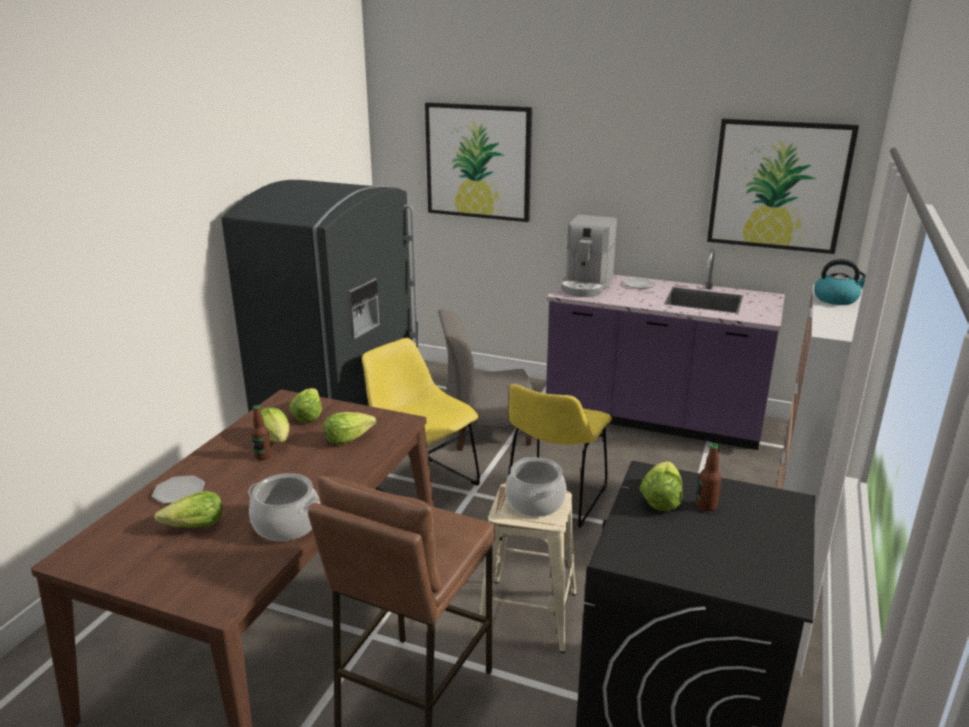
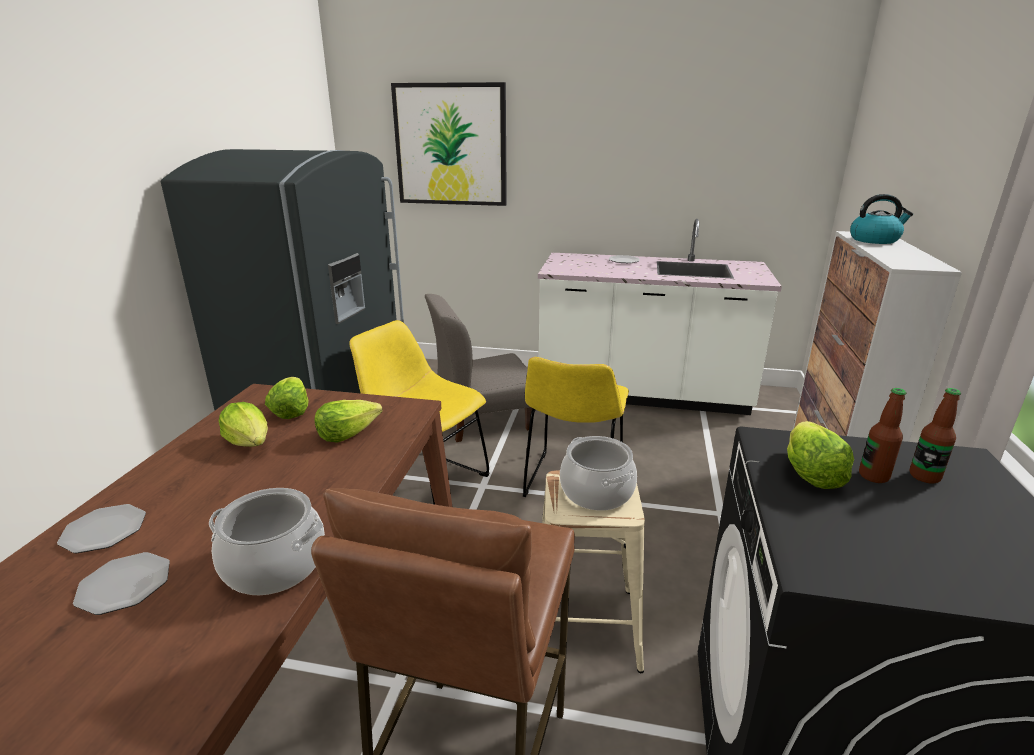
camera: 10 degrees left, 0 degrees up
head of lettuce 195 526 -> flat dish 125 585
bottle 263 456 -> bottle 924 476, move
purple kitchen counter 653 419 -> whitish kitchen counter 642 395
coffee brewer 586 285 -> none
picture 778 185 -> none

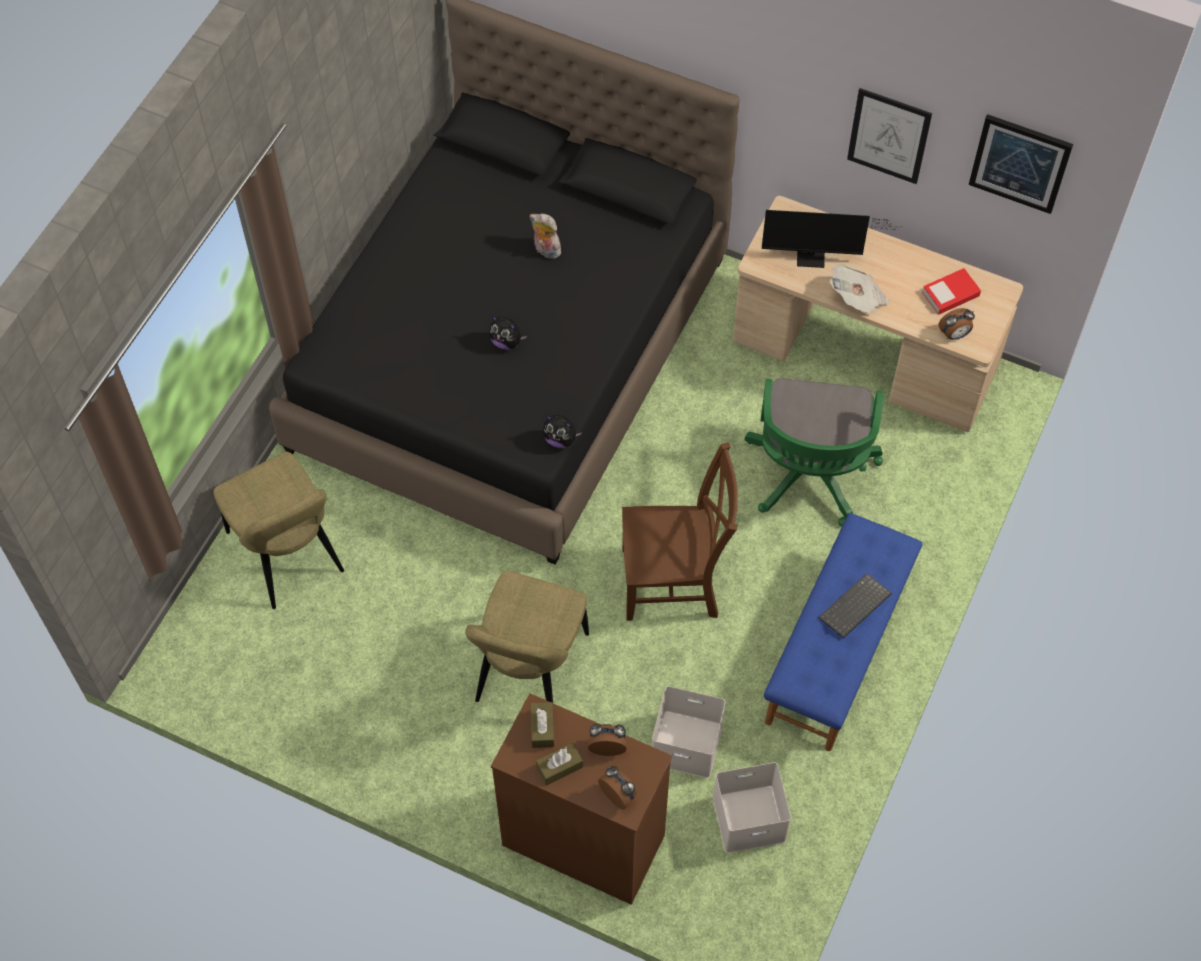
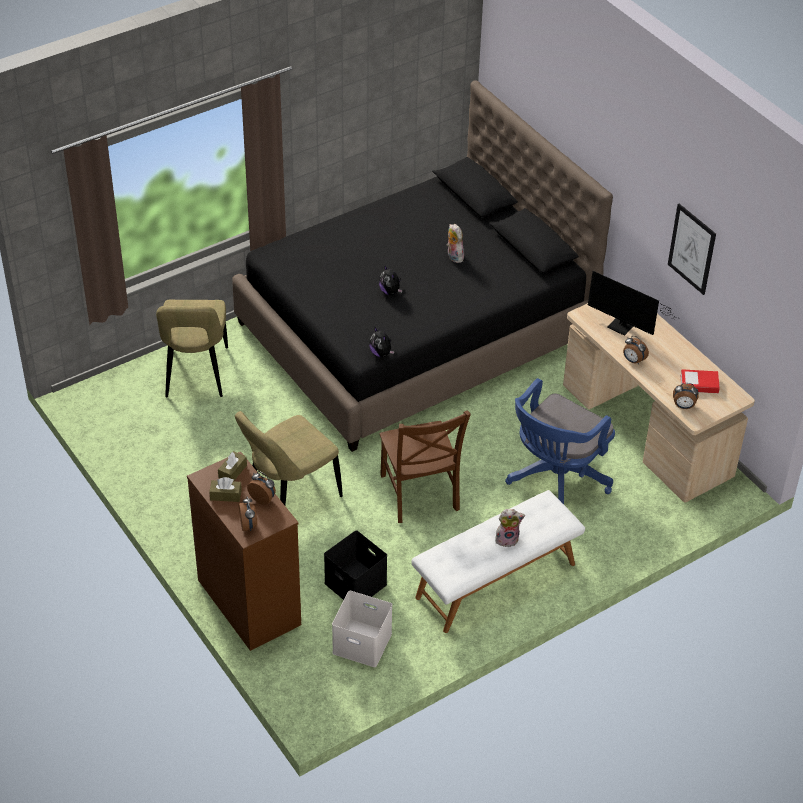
camera: 30 degrees right, 15 degrees down
brown-coloured plain chair 675 582 -> brown-coloured plain chair 419 495, 45 degrees clockwise
whitish storage box 685 745 -> blackish storage box 354 583
green desk chair 809 477 -> blue-coloured desk chair 555 480
blue-coloured indoor bench 838 650 -> whitish indoor bench 496 581
PC keyboard 855 608 -> cuddly toy 507 539
printed paper 857 299 -> alarm clock 633 361
picture 1020 163 -> none

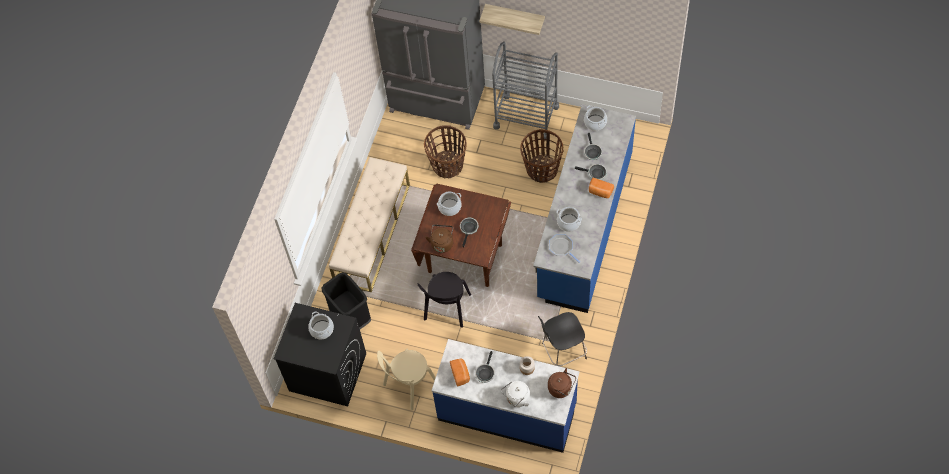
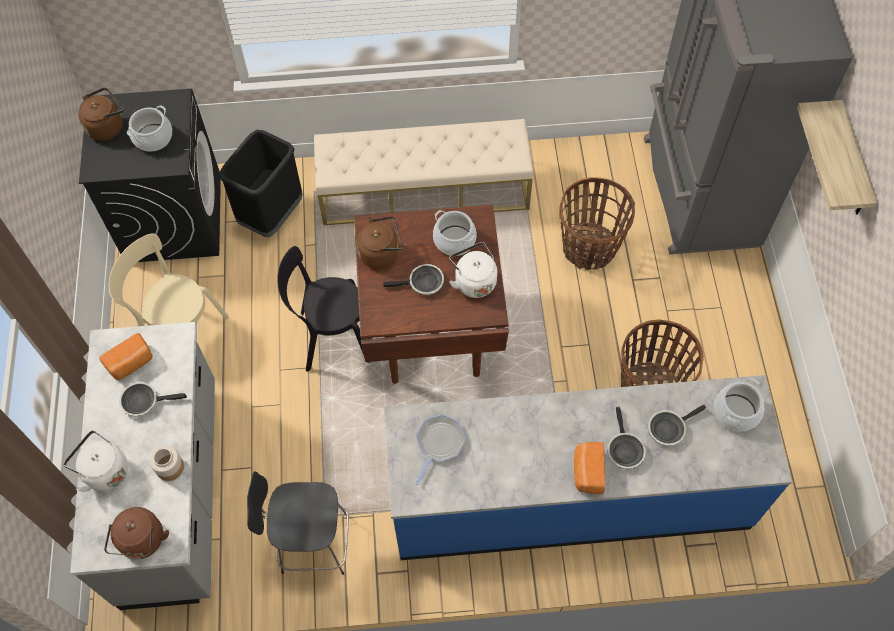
camera: 65 degrees right, 0 degrees up
blue-coloured kitchen counter 507 411 -> gray kitchen counter 174 492
gray cart 526 117 -> none
blackish plain chair 562 351 -> blackish plain chair 311 543, 45 degrees counterclockwise
stockpot 568 222 -> none
none -> brown-coloured water kettle 107 126
none -> whitish water kettle 473 281

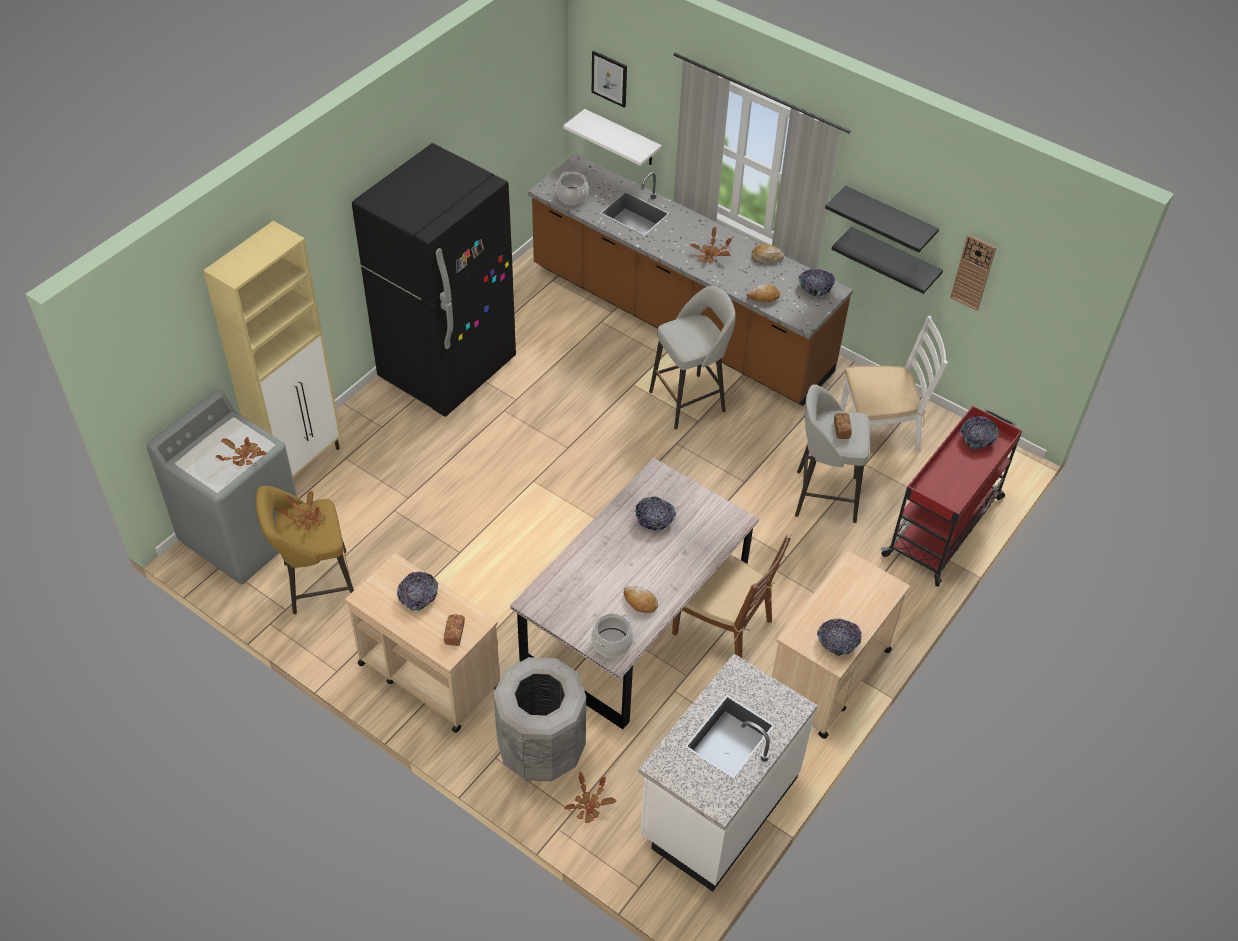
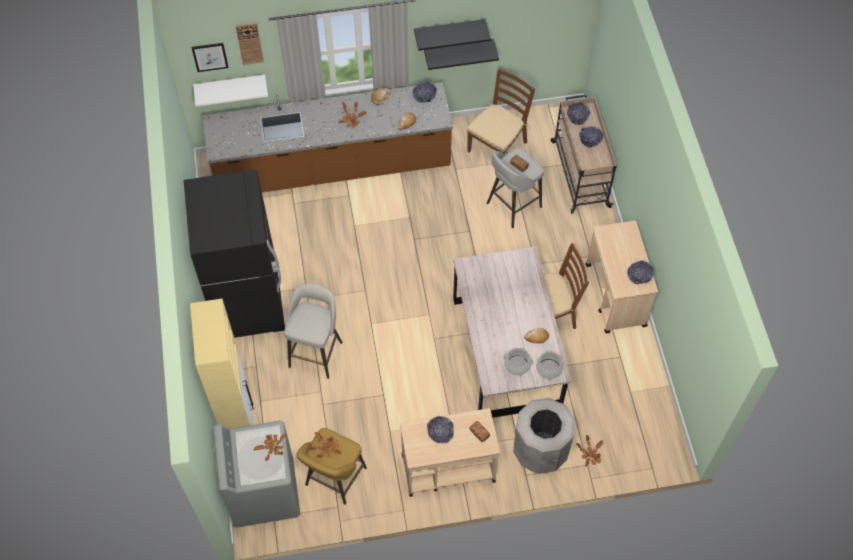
camera: 45 degrees left, 10 degrees up
stockpot 572 196 -> stockpot 517 365, move
deep dish 654 520 -> deep dish 590 140, move
whitish kitchen counter 717 807 -> none
gray stool seat 689 401 -> gray stool seat 316 353, move
whitish plain chair 880 430 -> brown-coloured plain chair 497 146
red-coloured cart 944 525 -> beige cart 579 173
wall clock 973 272 -> wall clock 249 43, move

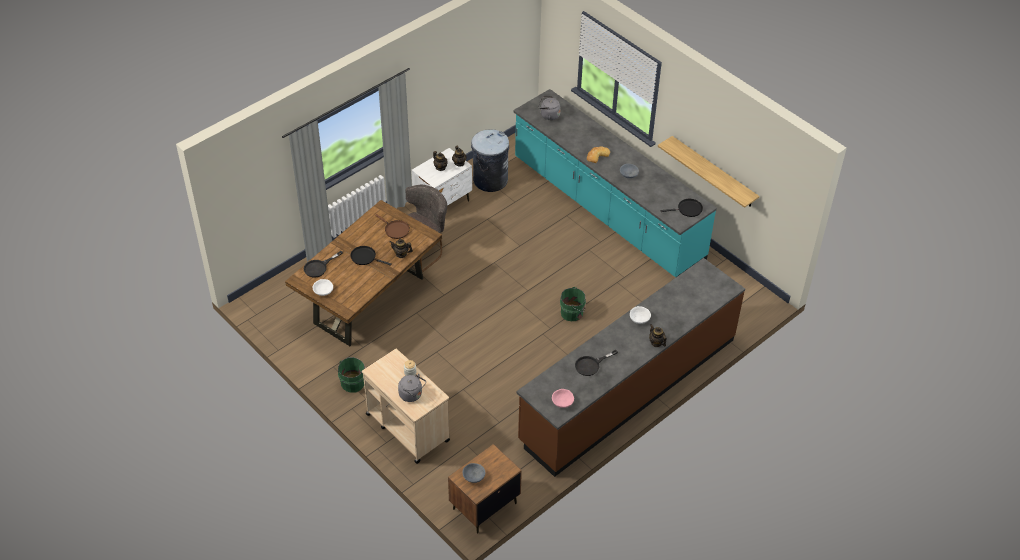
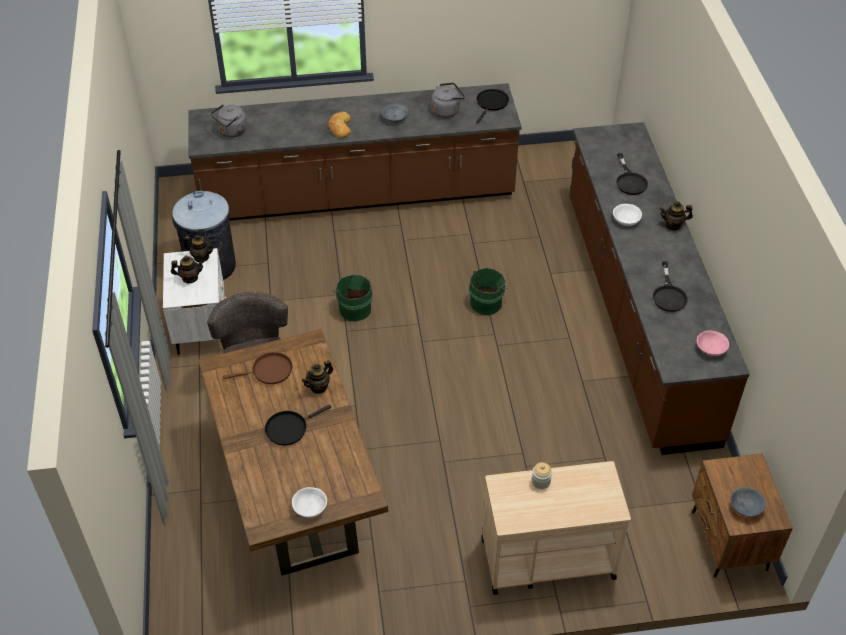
camera: 55 degrees left, 0 degrees up
blackish skillet 319 267 -> blackish skillet 630 181, move
green water bucket 353 382 -> green water bucket 354 308, move
gray water kettle 412 395 -> gray water kettle 447 110, move
blue-green kitchen counter 606 209 -> brown-coloured kitchen counter 358 195
wall shelf 713 172 -> none

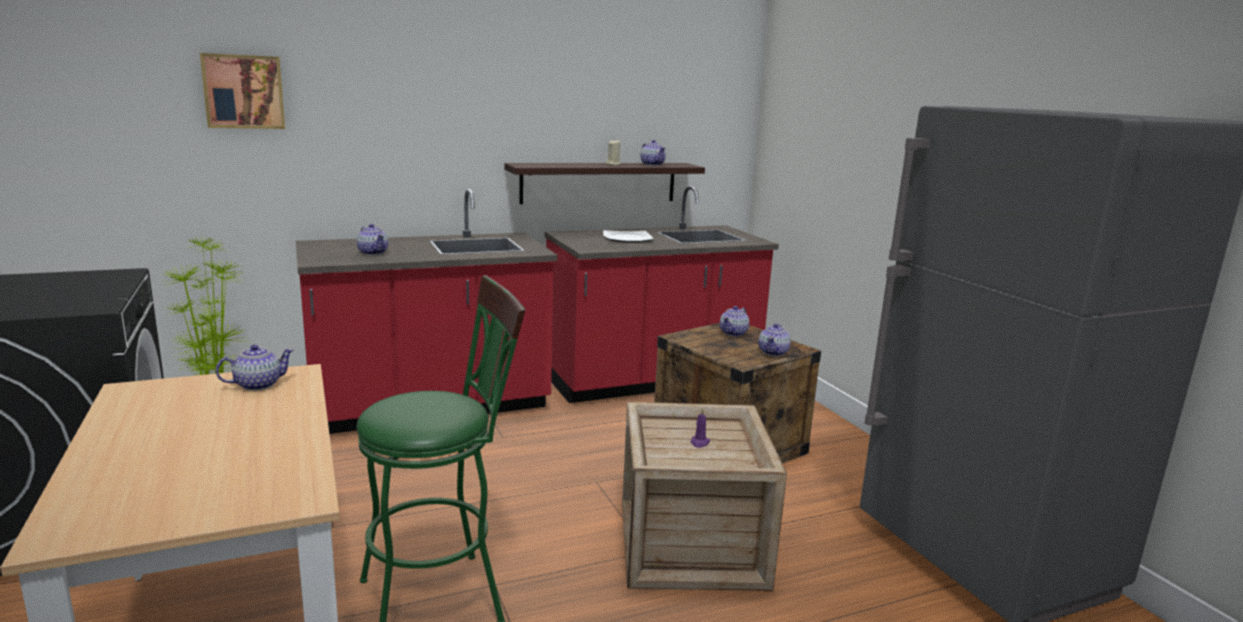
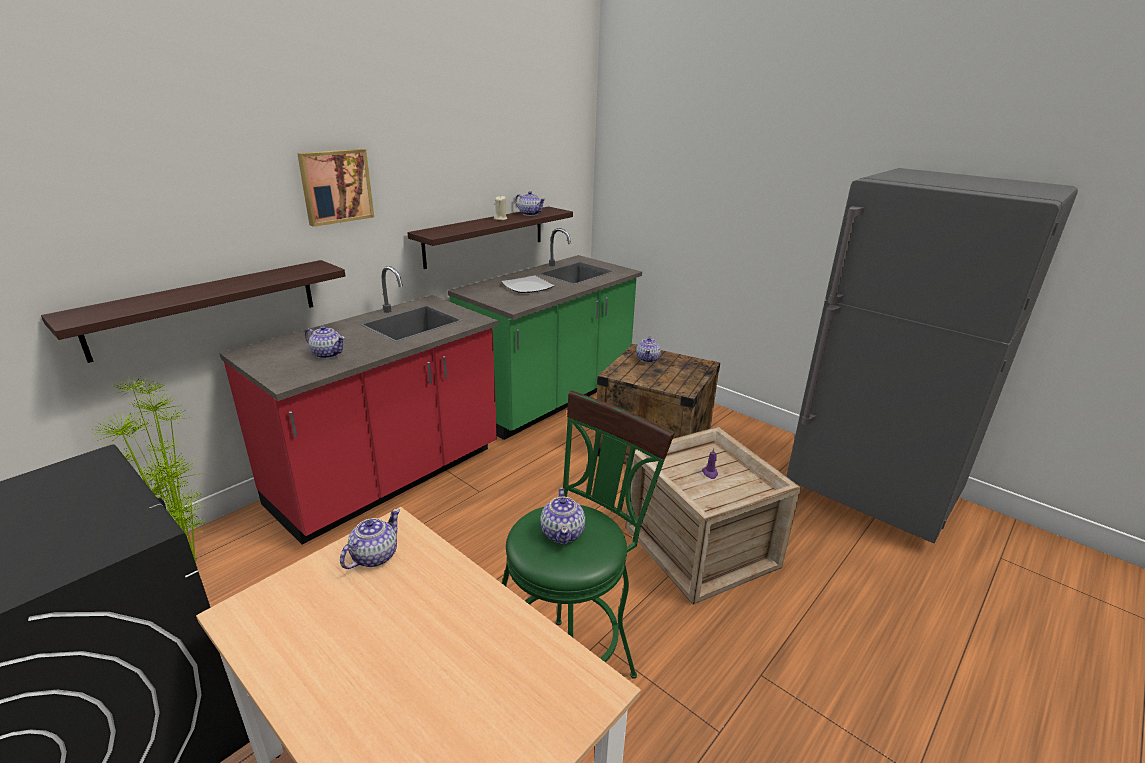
camera: 25 degrees left, 10 degrees up
picture 244 91 -> picture 335 186, move
red-coloured kitchen counter 652 380 -> green kitchen counter 549 399
teapot 773 352 -> teapot 563 533, move
none -> wall shelf 206 307

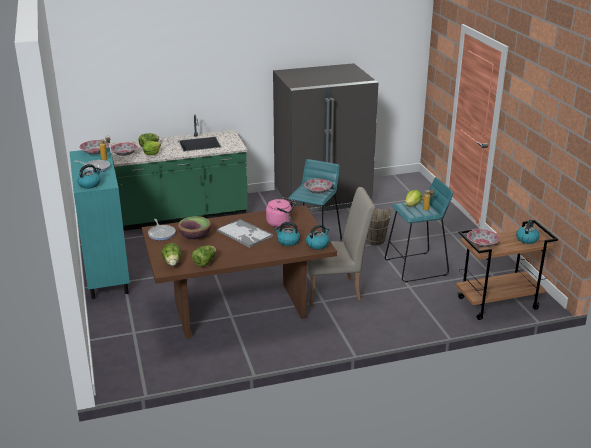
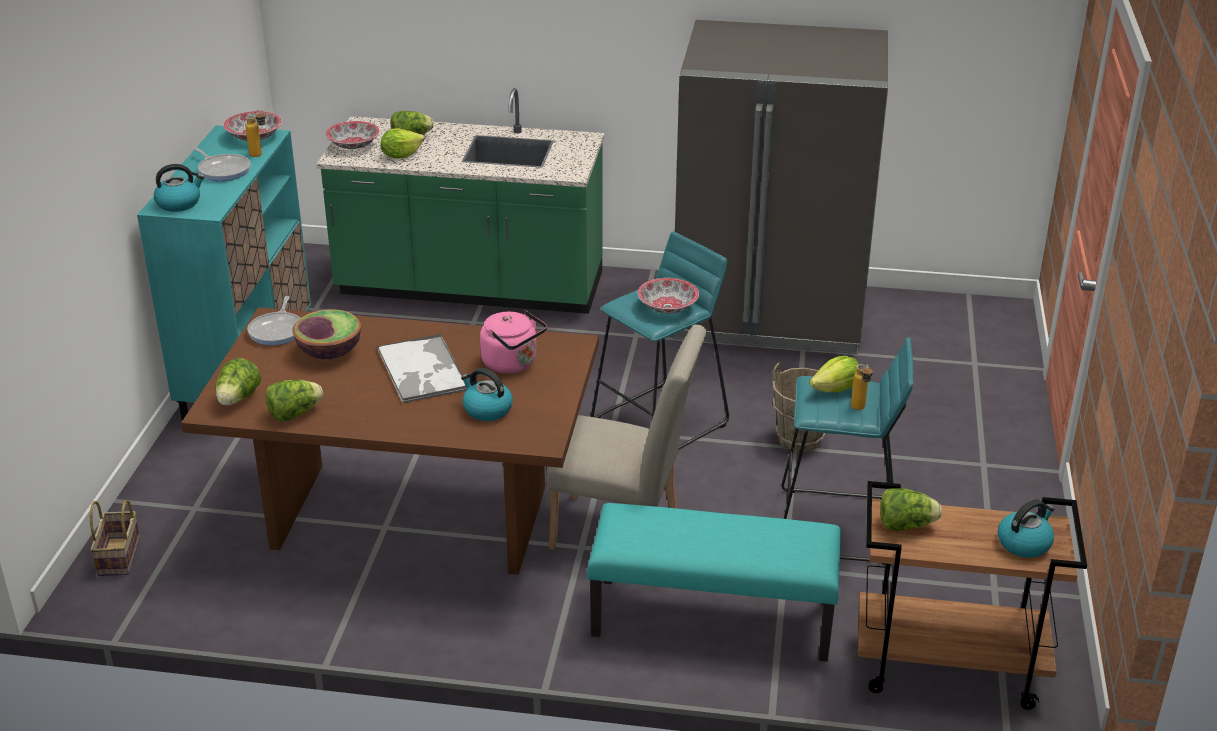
camera: 25 degrees right, 5 degrees up
water kettle 317 244 -> none
deep dish 481 244 -> head of lettuce 905 525
none -> storage basket 120 558
none -> blue-green indoor bench 711 620

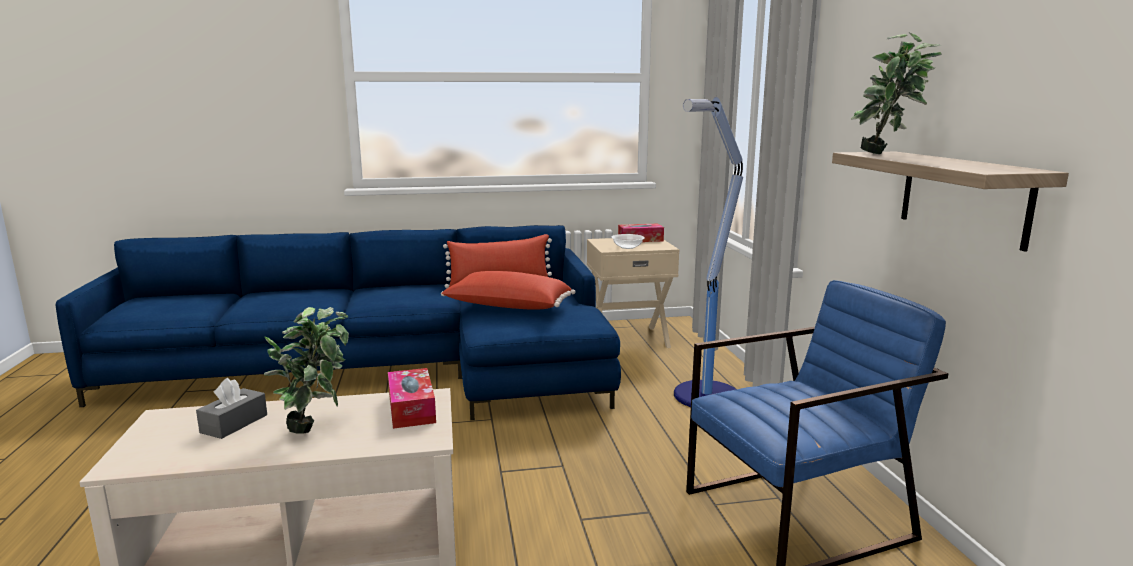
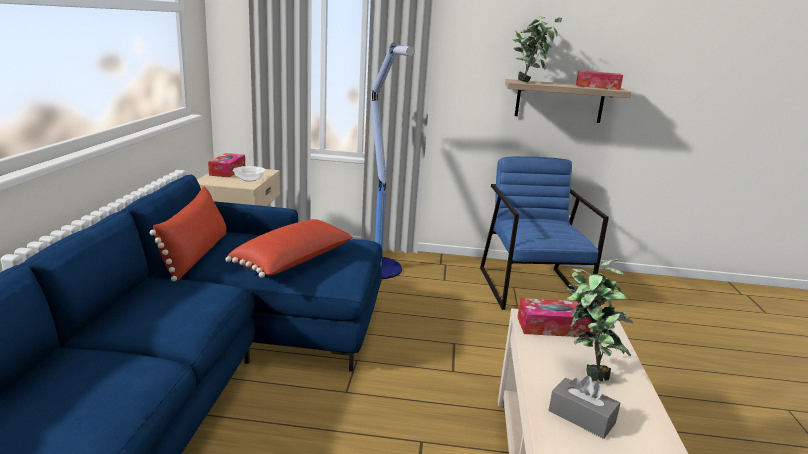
camera: 75 degrees left, 5 degrees up
none -> tissue holder 597 87

